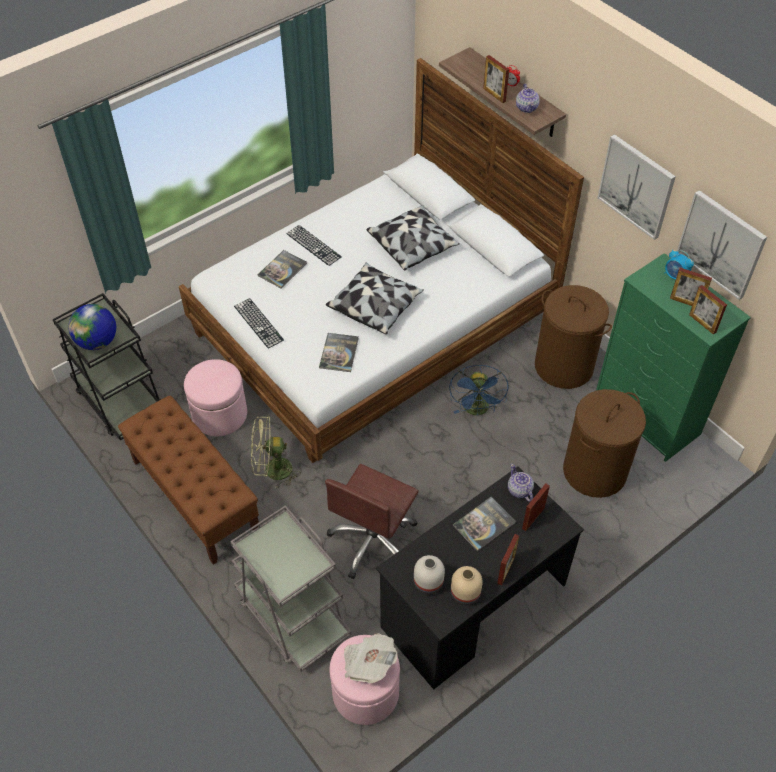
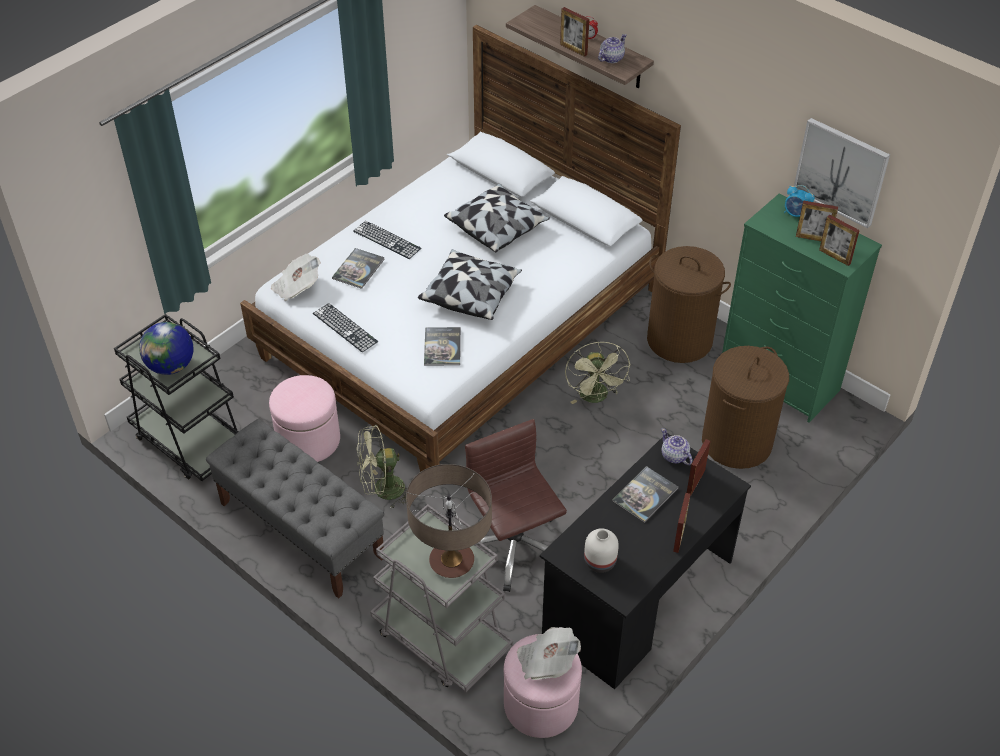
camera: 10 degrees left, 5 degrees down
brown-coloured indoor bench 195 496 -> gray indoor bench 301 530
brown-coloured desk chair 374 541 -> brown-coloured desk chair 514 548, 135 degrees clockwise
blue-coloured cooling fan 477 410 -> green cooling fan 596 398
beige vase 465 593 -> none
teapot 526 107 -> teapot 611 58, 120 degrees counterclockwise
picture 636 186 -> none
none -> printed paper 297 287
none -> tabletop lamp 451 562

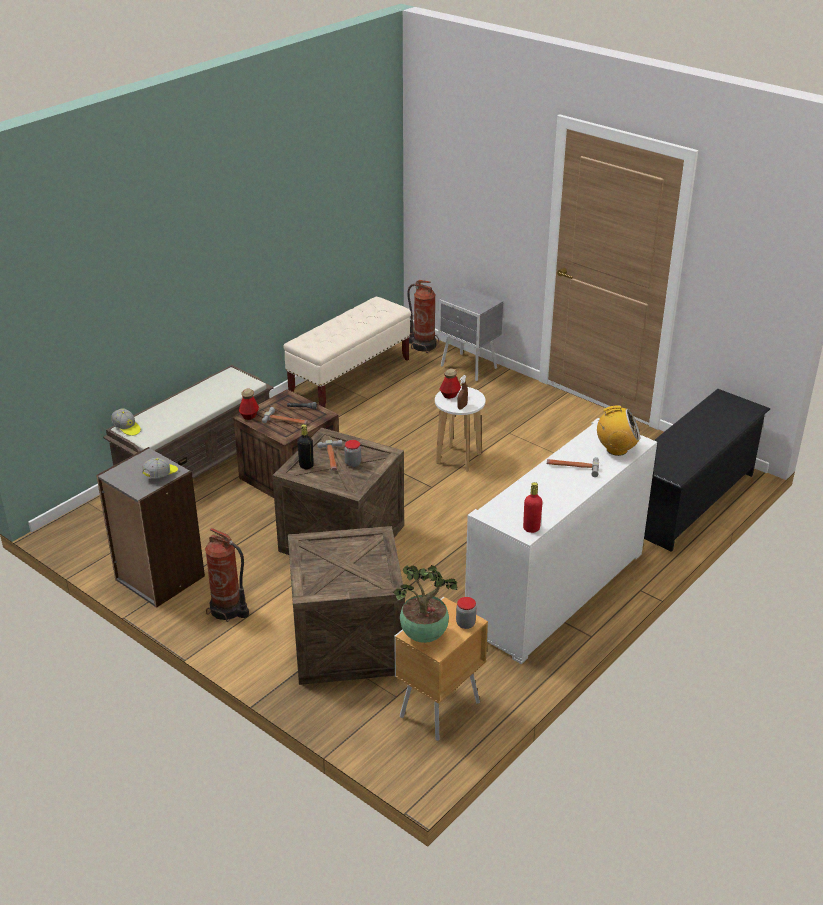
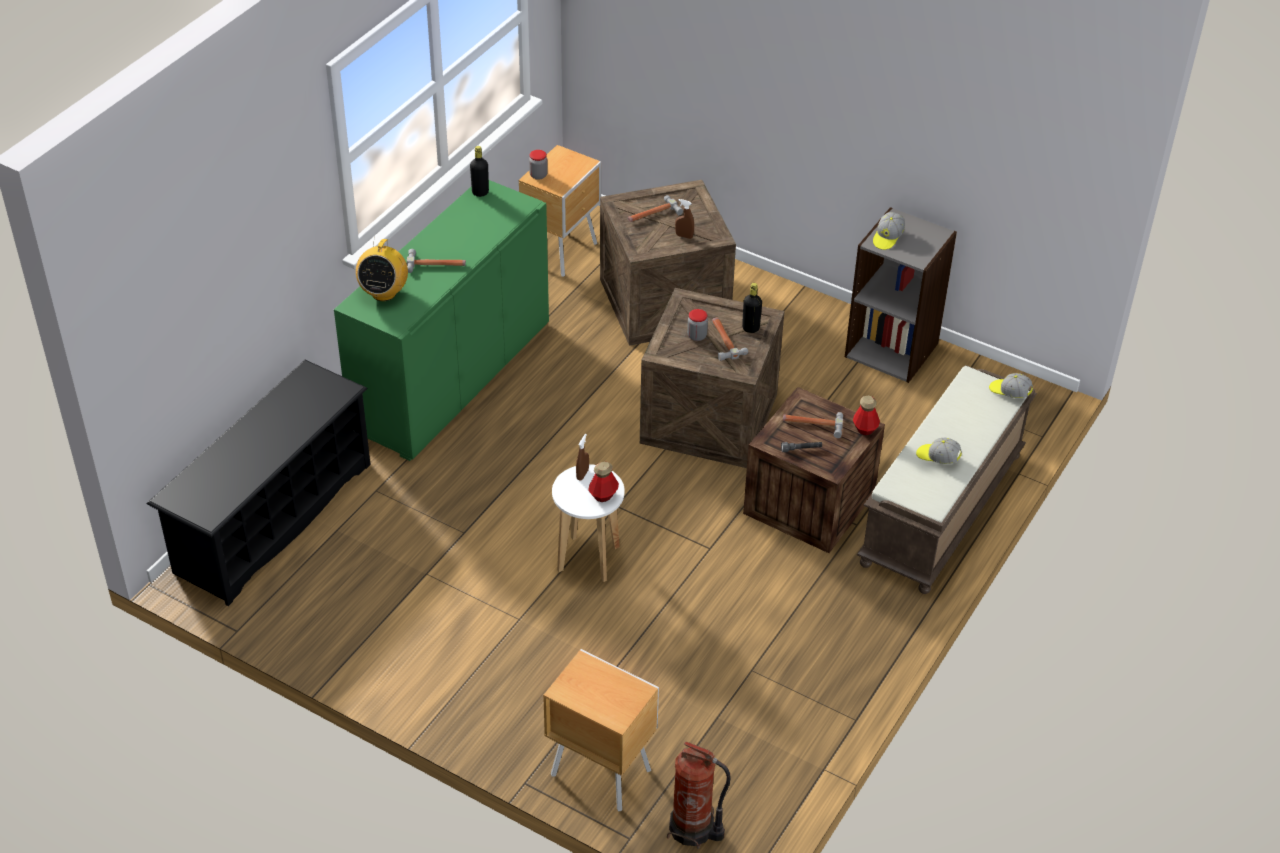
camera: 170 degrees right, 10 degrees up
extinguisher 228 610 -> none
beige indoor bench 350 376 -> none
plant in a pot 425 636 -> none
gray bedside table 469 368 -> brown-coloured bedside table 599 771
whitish cabinet 556 591 -> green cabinet 452 377
red-coloured bottle 531 528 -> blackish bottle 480 192
radio set 616 449 -> radio set 384 293, 75 degrees counterclockwise
none -> hammer 652 214
none -> brown-coloured spray bottle 684 236
none -> peaked cap 937 457

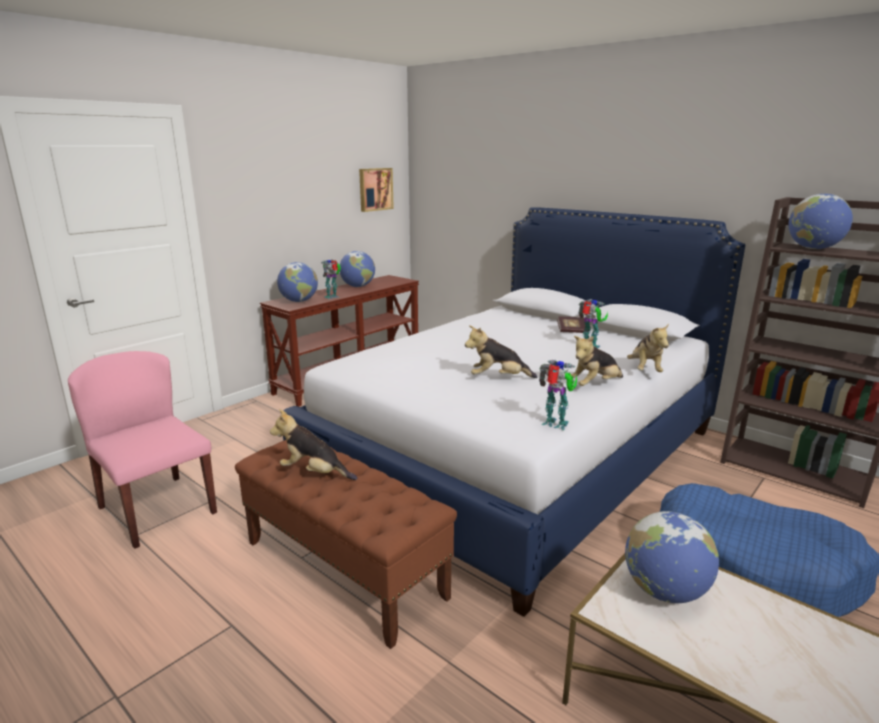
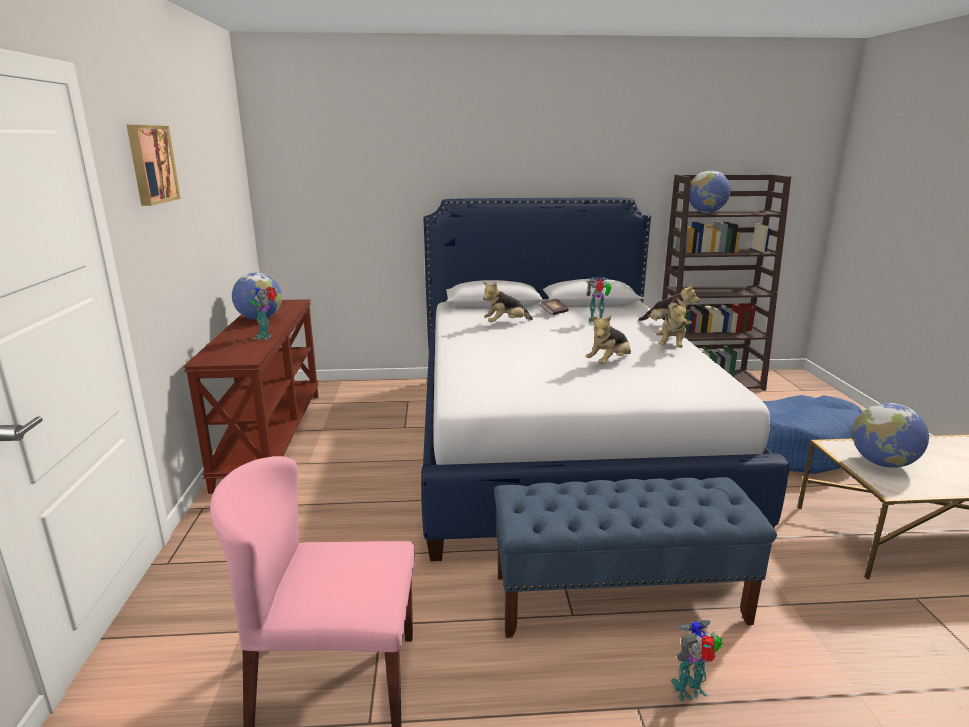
camera: 45 degrees left, 0 degrees up
brown-coloured indoor bench 344 569 -> blue-coloured indoor bench 619 598
cuddly toy 314 473 -> cuddly toy 505 324, move
world globe 299 301 -> none
picture 375 189 -> picture 150 164, move
toy robot 556 425 -> toy robot 691 691, move

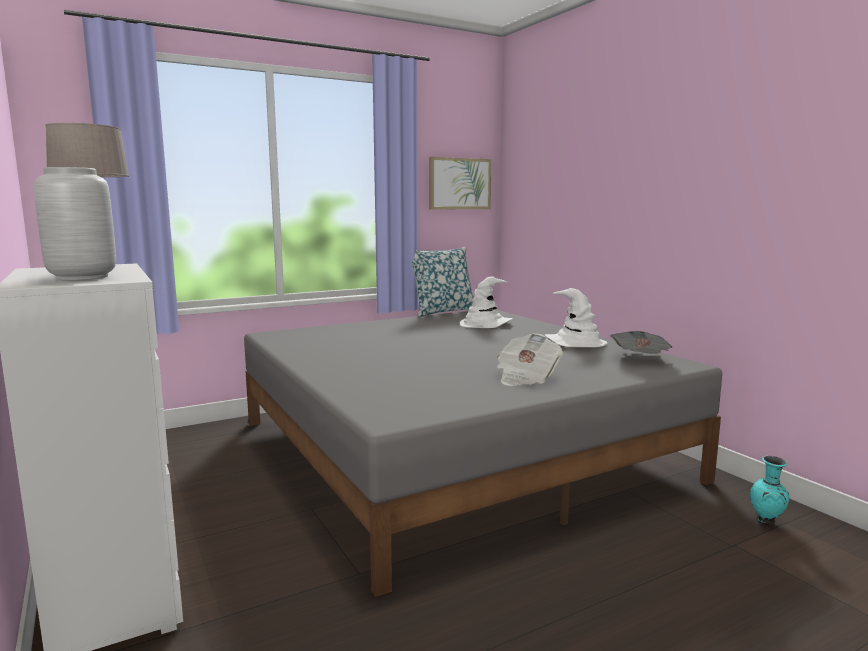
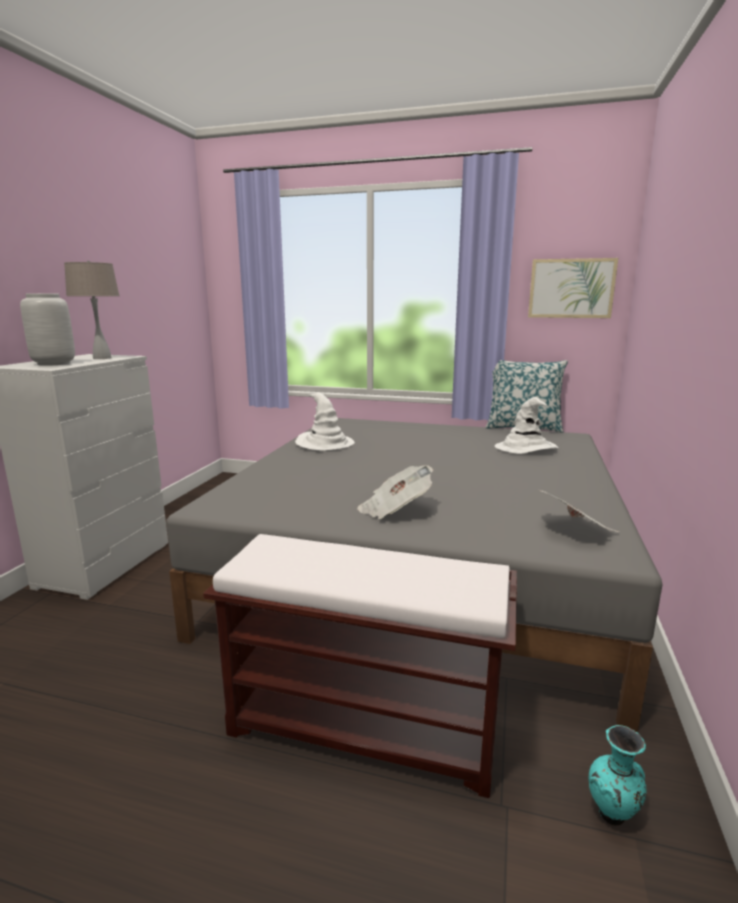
camera: 45 degrees right, 5 degrees up
whitish clothing hat 575 342 -> whitish clothing hat 325 444, move
none -> brown-coloured indoor bench 366 726

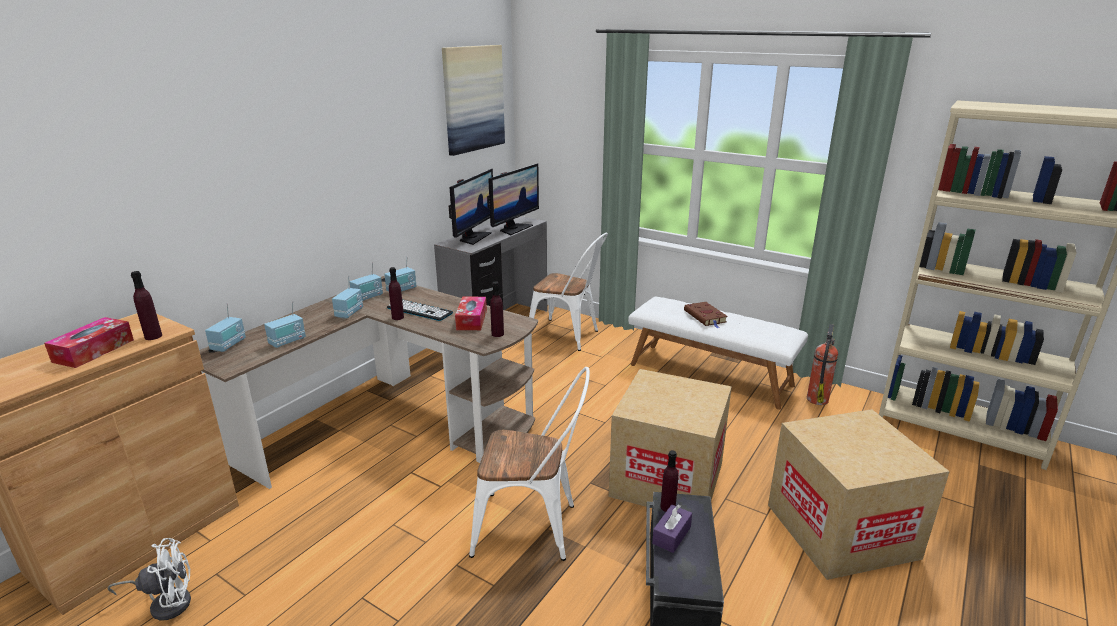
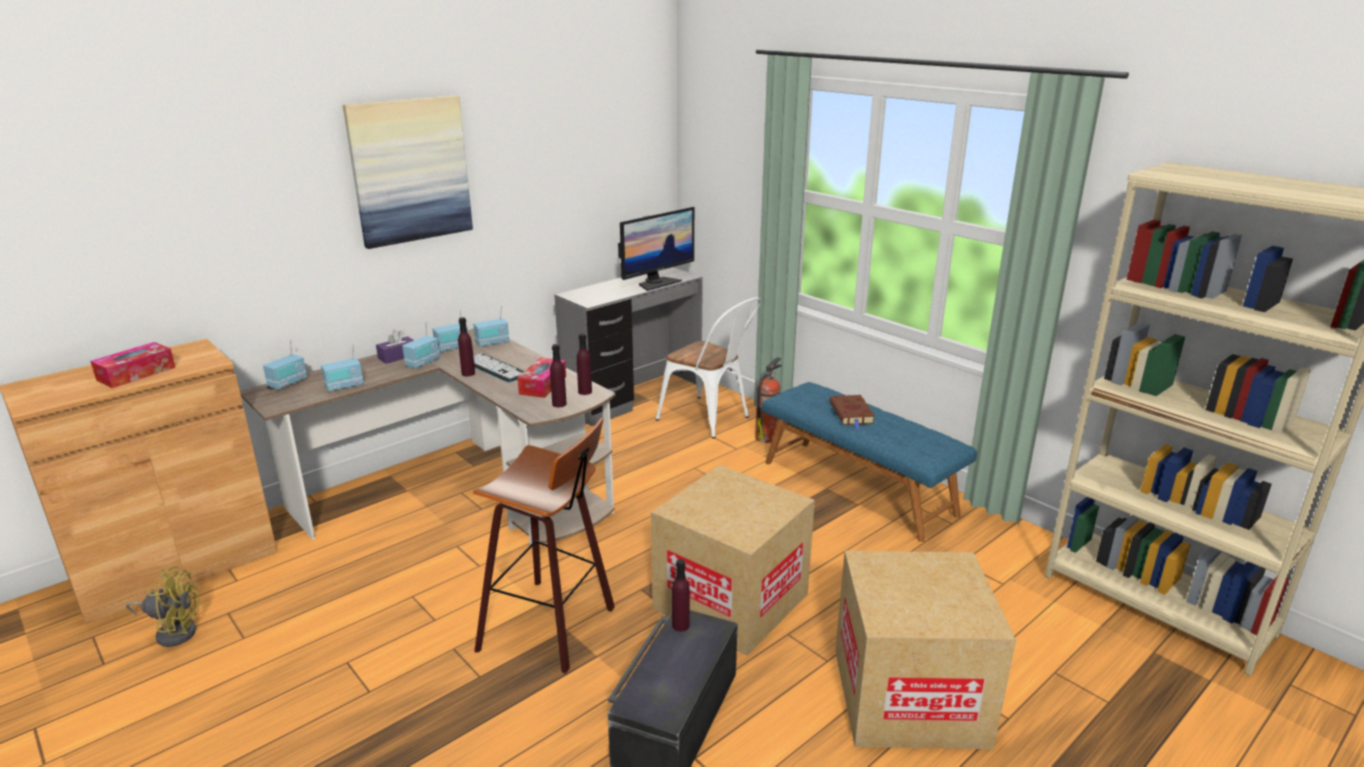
camera: 15 degrees right, 0 degrees up
whitish cooling fan 166 603 -> yellowish cooling fan 174 631
purple bottle 153 336 -> purple bottle 585 392, move
picture 473 99 -> picture 410 170, move
monitor 473 237 -> none
whitish plain chair 534 528 -> stool seat 553 627
whitish indoor bench 710 374 -> blue-coloured indoor bench 858 487
purple tissue holder 671 535 -> purple tissue holder 398 356, move
extinguisher 817 399 -> extinguisher 766 437, move

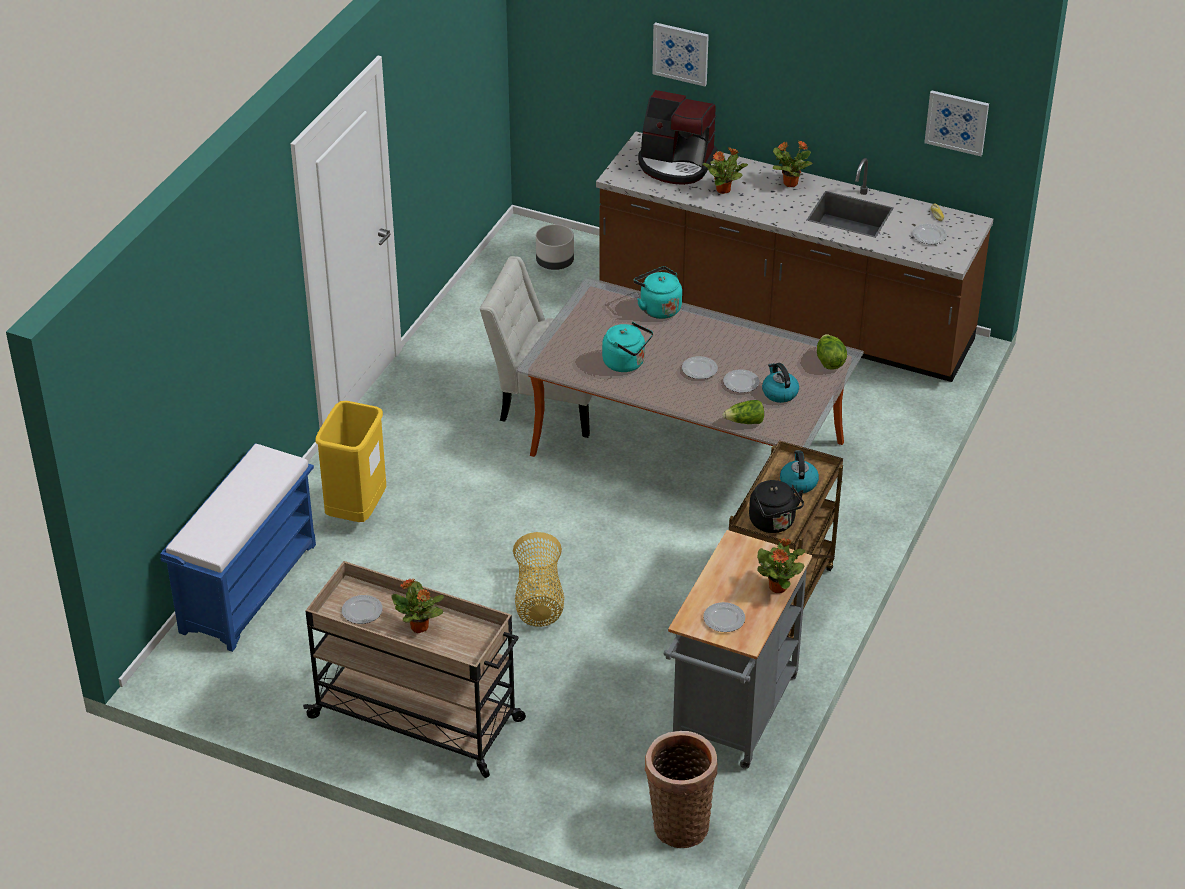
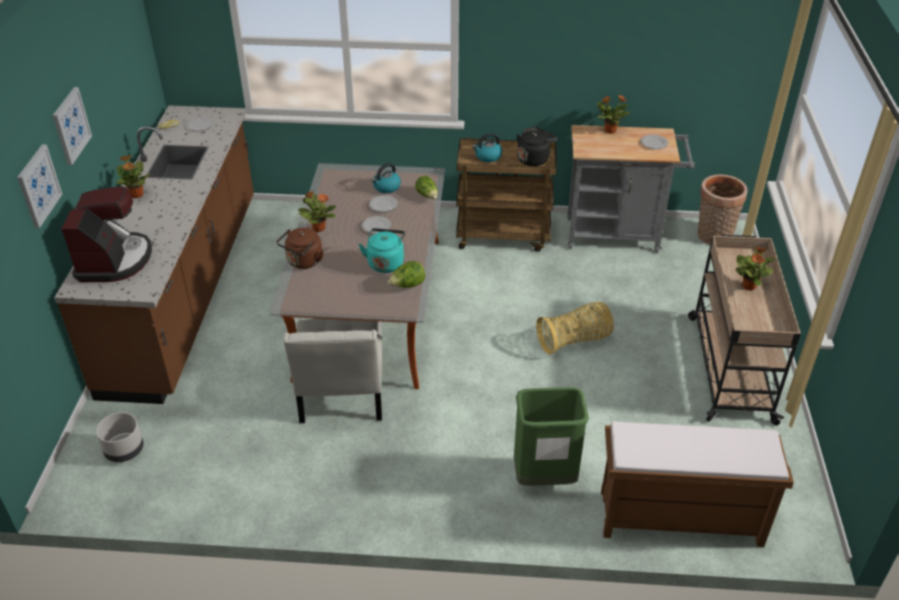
camera: 110 degrees left, 0 degrees up
blue-coloured indoor bench 249 586 -> brown-coloured indoor bench 678 519
yellowish waste bin 356 511 -> green waste bin 544 478
flat dish 362 611 -> none
blue-green water kettle 658 308 -> brown-coloured water kettle 303 262
plant in a pot 724 189 -> plant in a pot 318 228, move
head of lettuce 829 362 -> head of lettuce 407 286, move
picture 957 122 -> picture 71 126, move

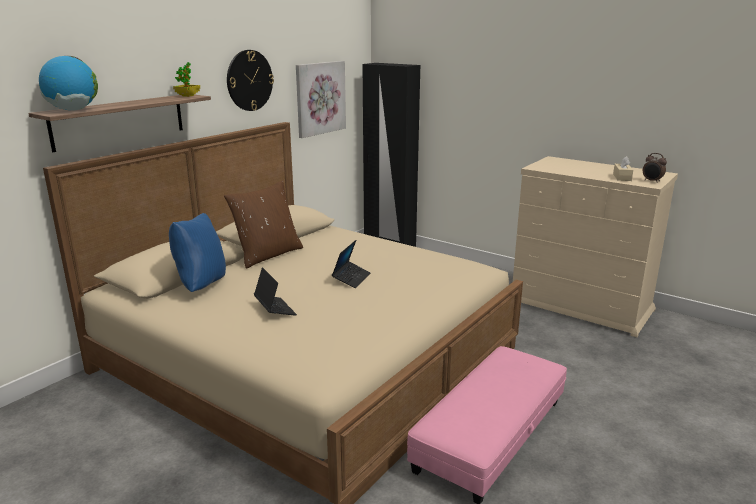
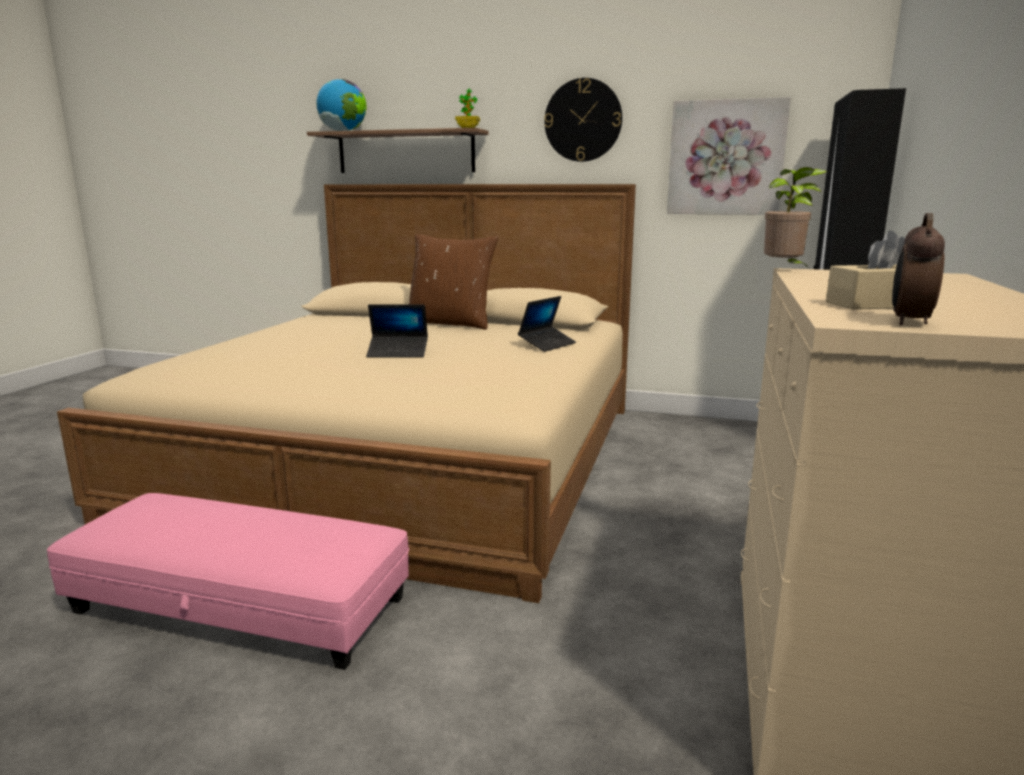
camera: 70 degrees right, 5 degrees down
blue-coloured throw pillow 200 285 -> none
laptop 275 309 -> laptop 547 344, move
none -> plant in a pot 785 270

